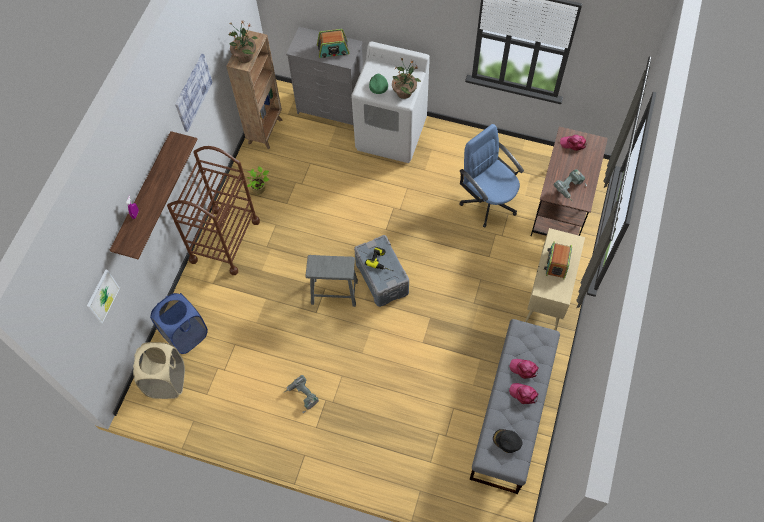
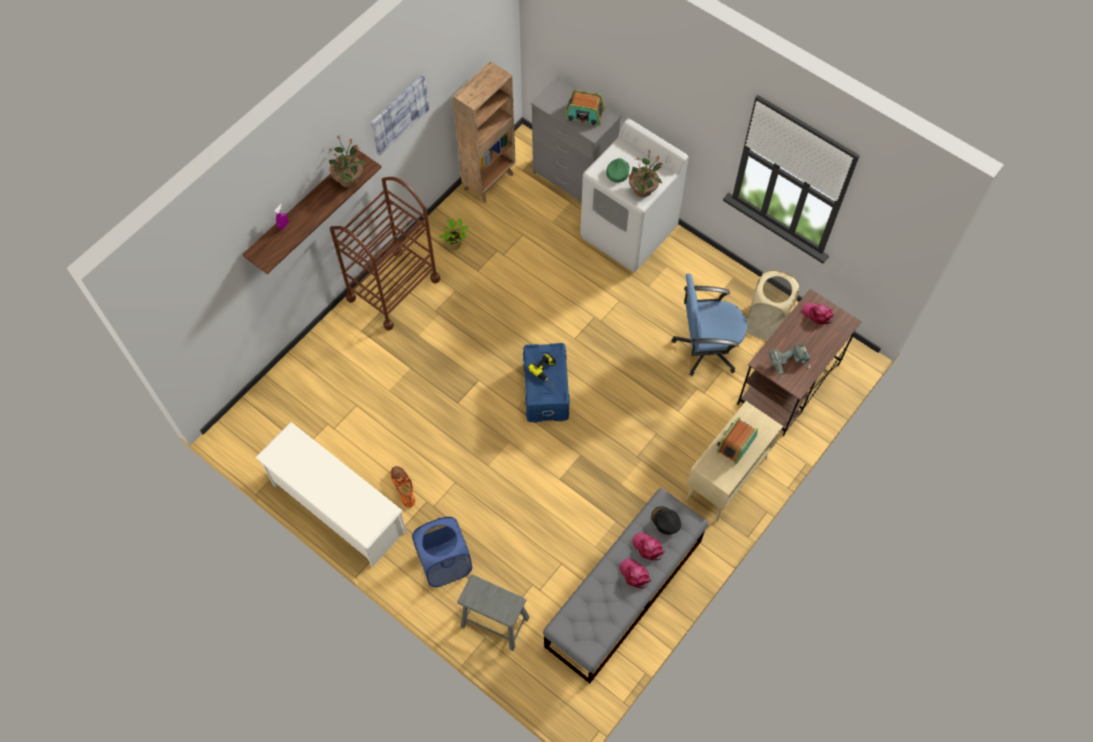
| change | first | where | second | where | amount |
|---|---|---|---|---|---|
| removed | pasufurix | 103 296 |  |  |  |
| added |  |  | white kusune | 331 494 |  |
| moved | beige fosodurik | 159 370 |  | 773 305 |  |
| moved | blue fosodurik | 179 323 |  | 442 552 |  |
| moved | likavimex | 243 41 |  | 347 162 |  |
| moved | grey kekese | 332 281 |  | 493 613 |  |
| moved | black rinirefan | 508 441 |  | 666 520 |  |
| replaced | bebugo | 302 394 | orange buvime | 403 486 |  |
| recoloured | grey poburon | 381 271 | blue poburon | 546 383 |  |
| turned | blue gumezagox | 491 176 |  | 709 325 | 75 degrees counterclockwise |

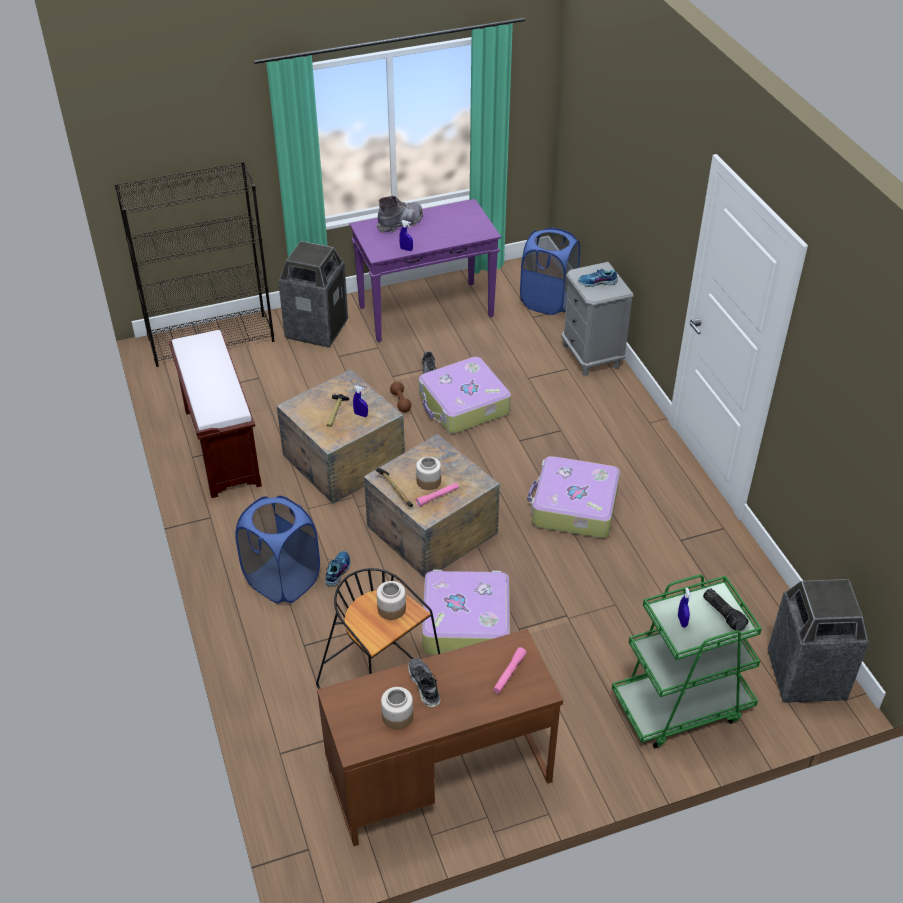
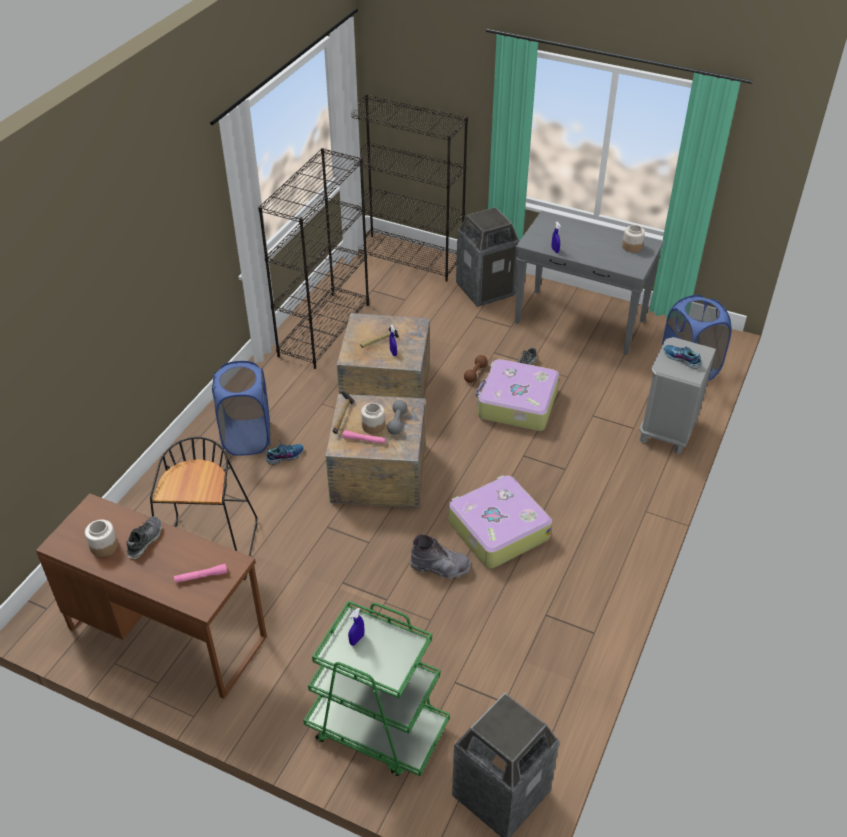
| change | first | where | second | where | amount |
|---|---|---|---|---|---|
| removed | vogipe | 466 612 |  |  |  |
| removed | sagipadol | 726 609 |  |  |  |
| added |  |  | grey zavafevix | 397 417 |  |
| moved | grey buvime | 400 214 |  | 440 556 |  |
| moved | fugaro | 391 600 |  | 633 239 |  |
| replaced | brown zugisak | 215 414 | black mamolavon | 313 258 |  |
| recoloured | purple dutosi | 425 270 | grey dutosi | 589 283 |  |

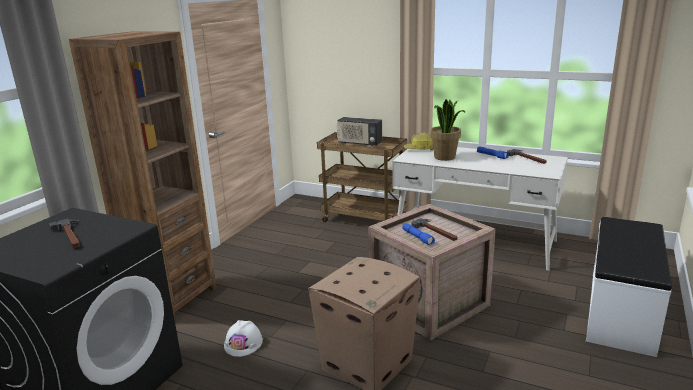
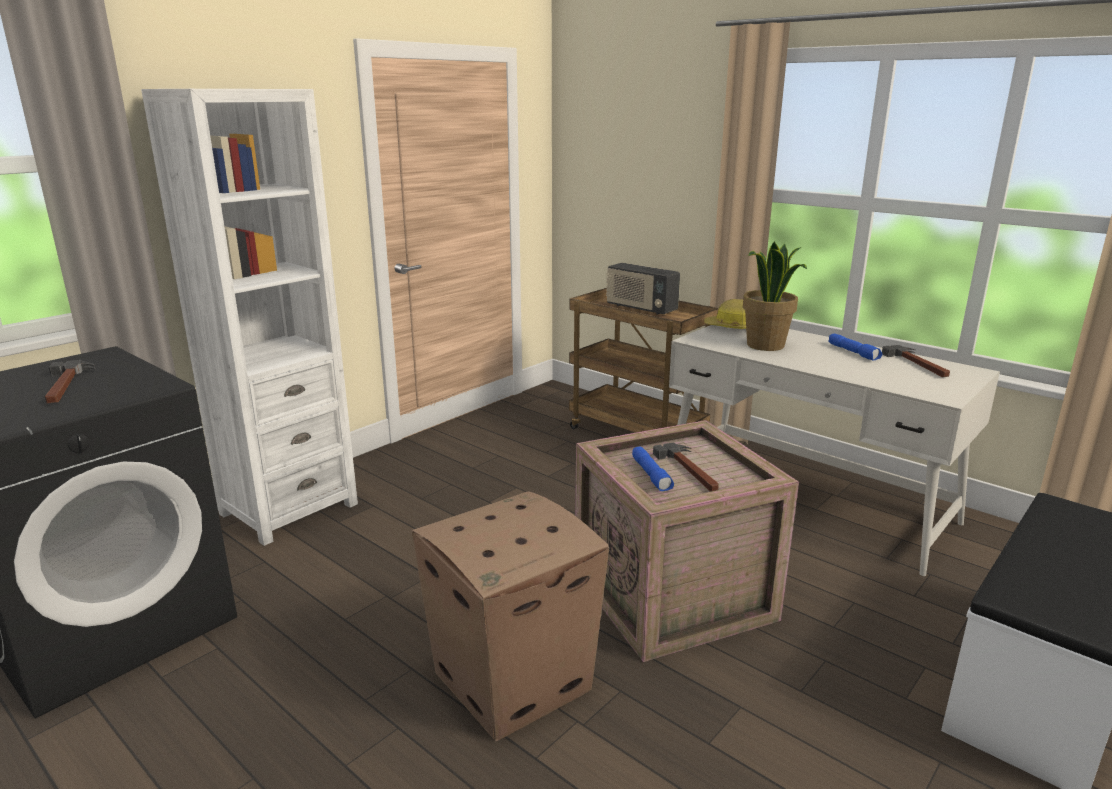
| change | first | where | second | where | amount |
|---|---|---|---|---|---|
| removed | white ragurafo | 243 338 |  |  |  |
| recoloured | brown mamolavon | 143 175 | white mamolavon | 249 317 |  |

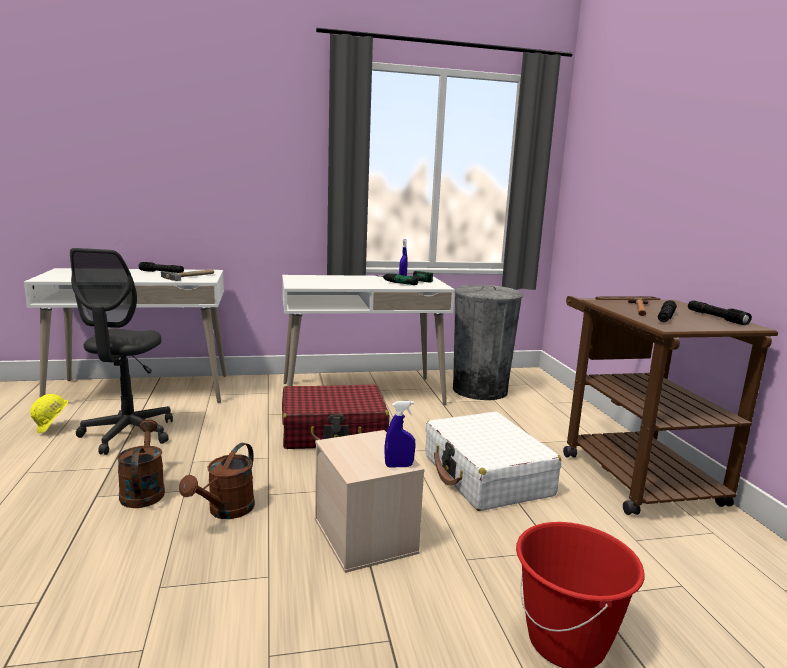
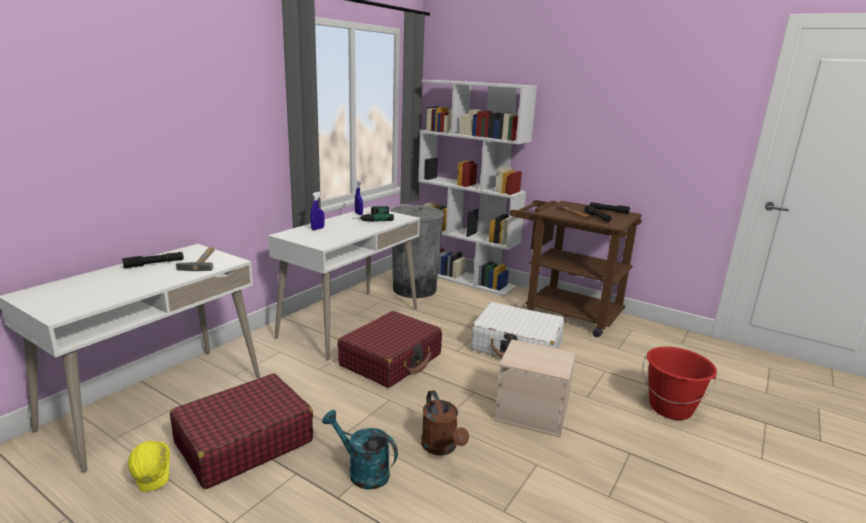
| change | first | where | second | where | amount |
|---|---|---|---|---|---|
| added |  |  | white mamolavon | 477 188 |  |
| moved | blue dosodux | 400 434 |  | 317 210 |  |
| replaced | grey gumezagox | 121 351 | red vogipe | 241 431 |  |
| recoloured | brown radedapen | 141 463 | turquoise radedapen | 360 450 |  |

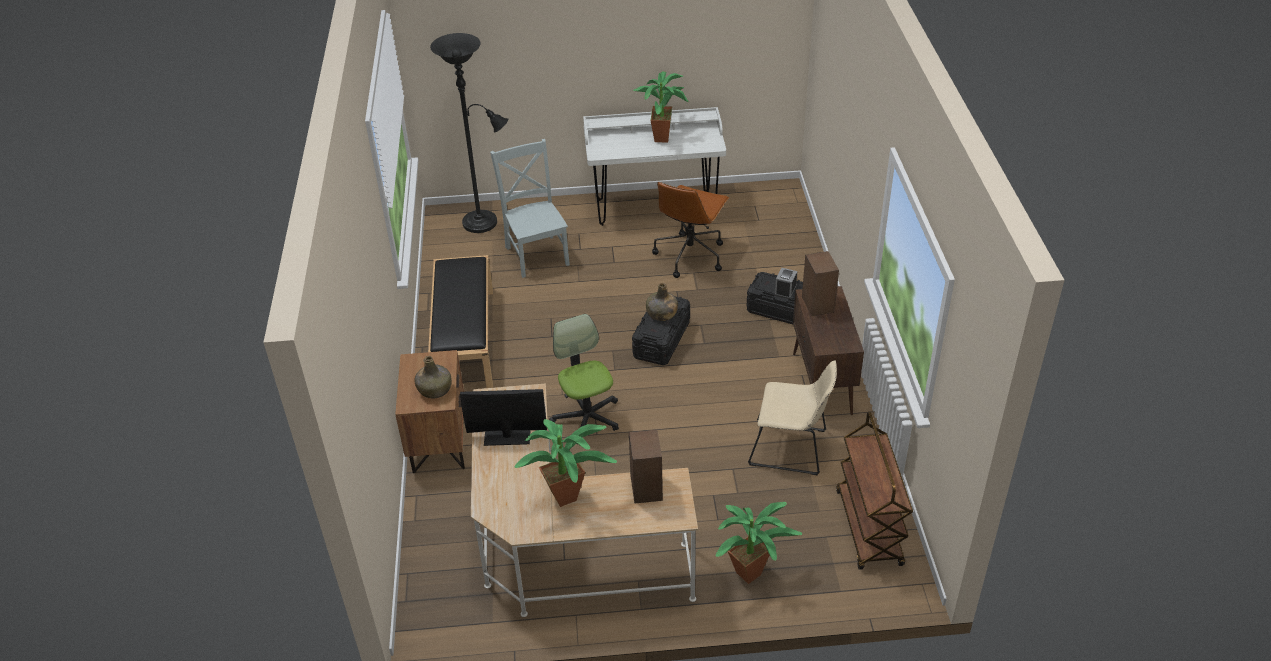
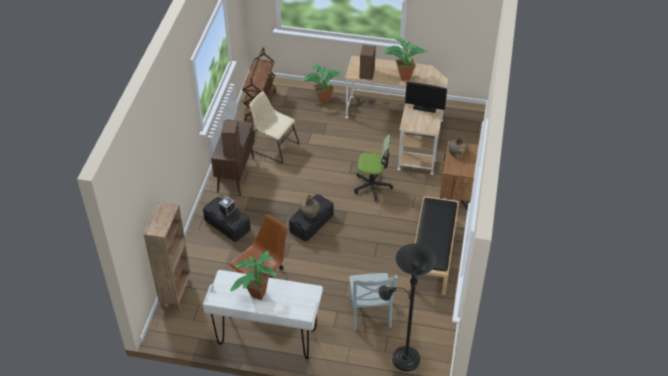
| change | first | where | second | where | amount |
|---|---|---|---|---|---|
| added |  |  | brown mamolavon | 167 255 |  |
| turned | gumezagox | 584 372 |  | 373 168 | 75 degrees counterclockwise |

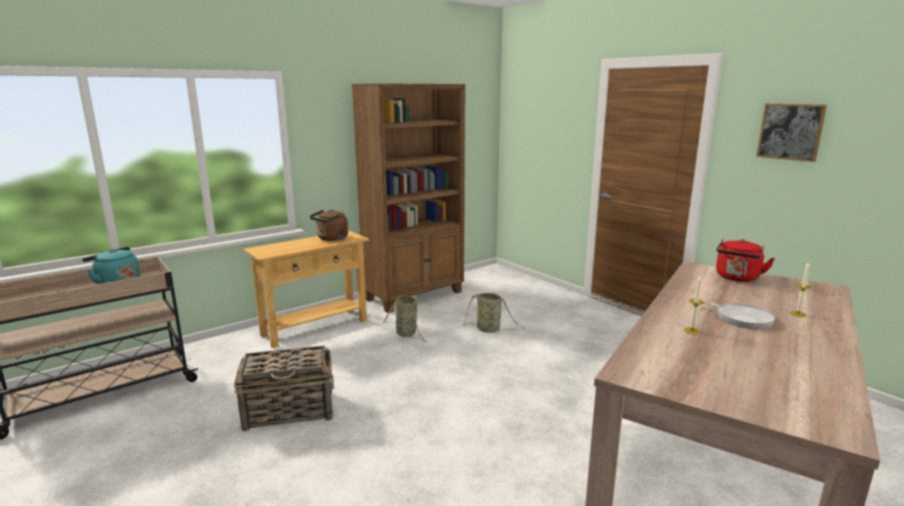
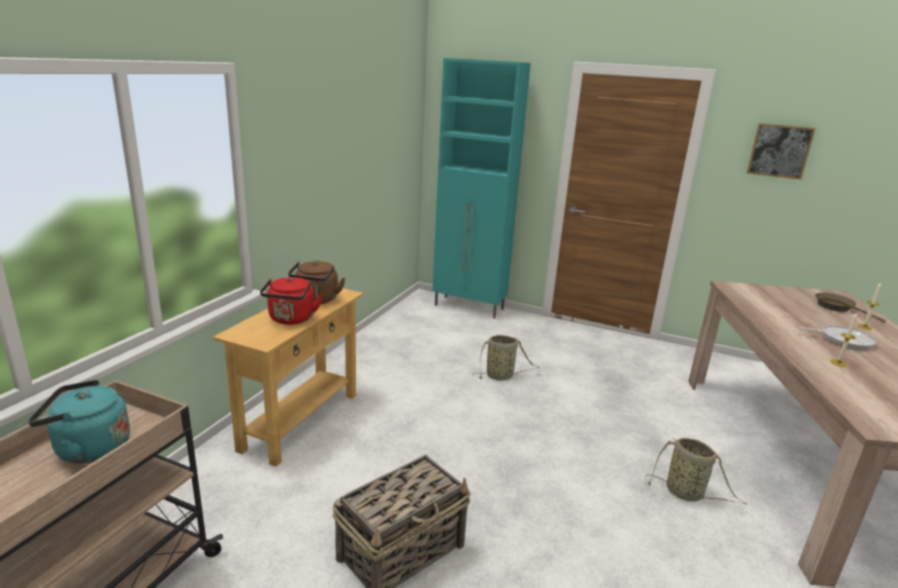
| change | first | where | second | where | amount |
|---|---|---|---|---|---|
| removed | brown mamolavon | 408 198 |  |  |  |
| added |  |  | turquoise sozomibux | 481 188 |  |
| added |  |  | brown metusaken | 850 307 |  |
| moved | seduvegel | 405 318 |  | 696 471 |  |
| moved | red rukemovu | 745 260 |  | 291 301 |  |

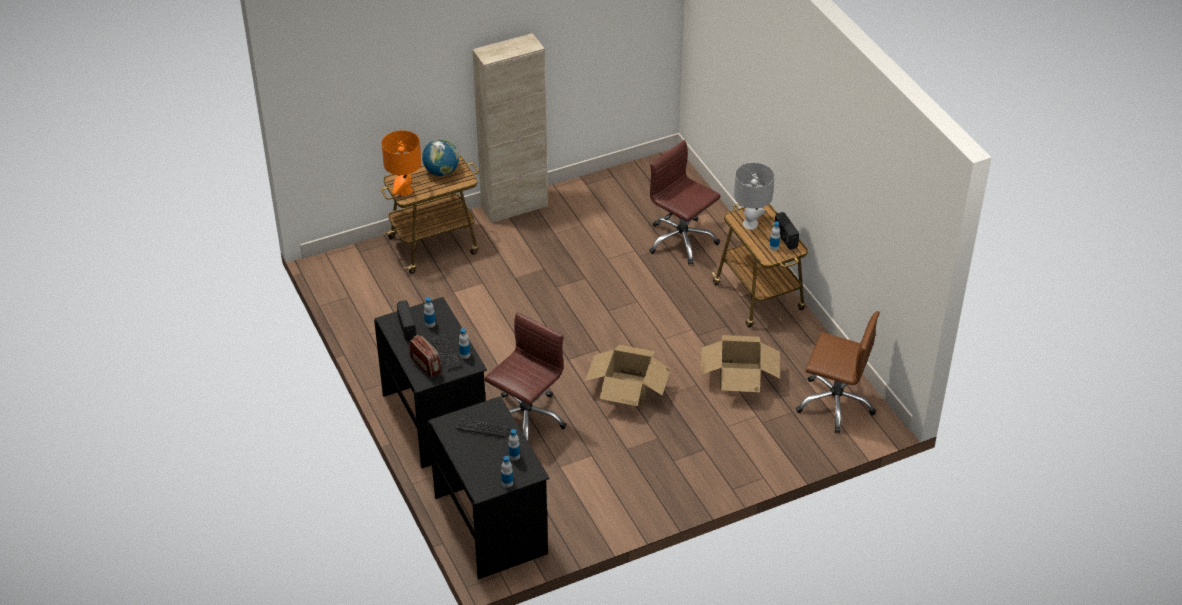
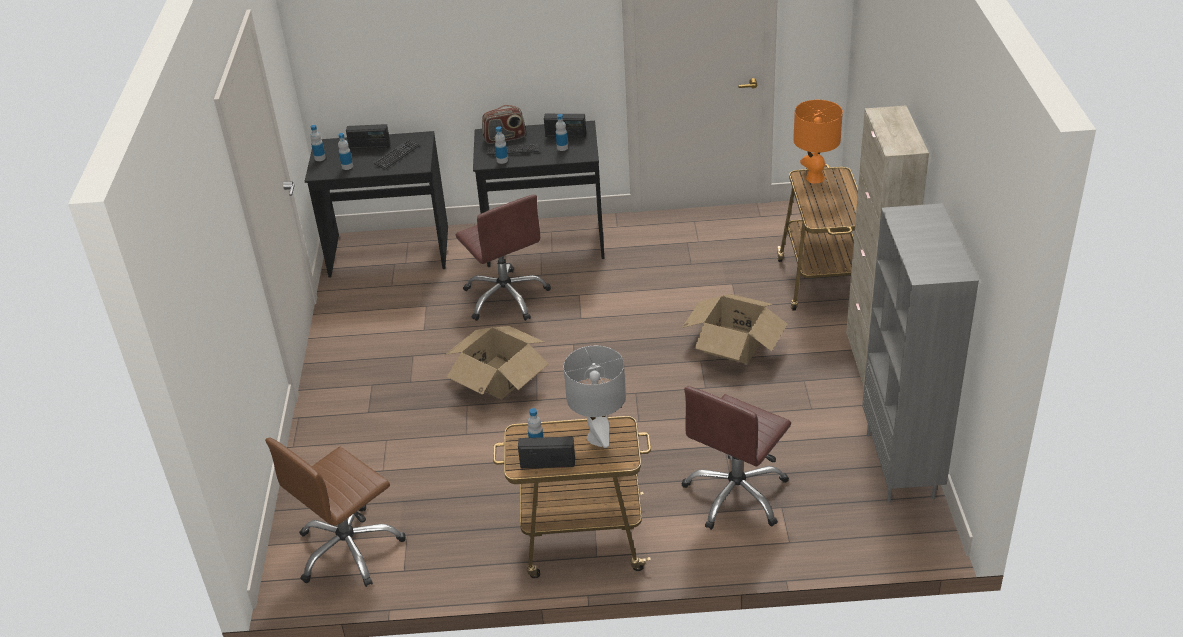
| change | first | where | second | where | amount |
|---|---|---|---|---|---|
| removed | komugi | 440 157 |  |  |  |
| added |  |  | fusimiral | 368 136 |  |
| added |  |  | grey mamolavon | 920 353 |  |
| moved | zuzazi | 740 363 |  | 734 329 |  |
| turned | brown gumezagox | 685 202 |  | 736 458 | 150 degrees clockwise |

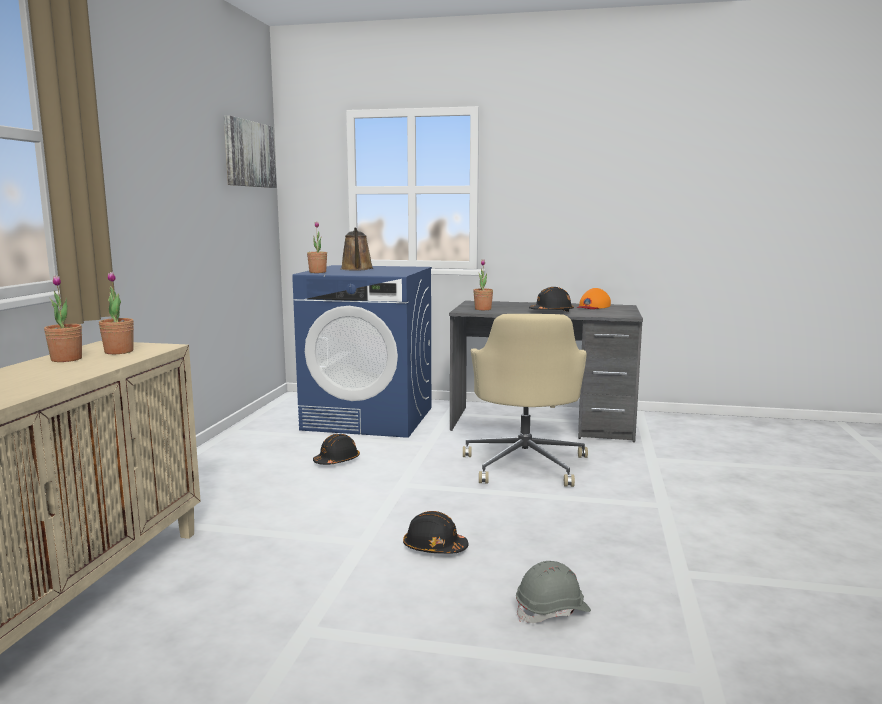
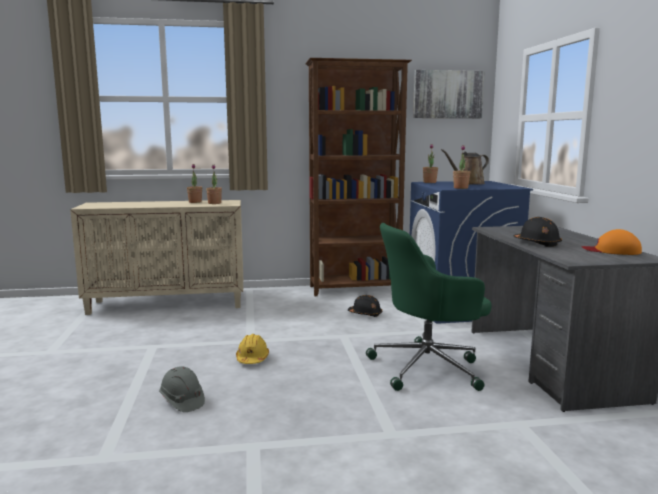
| change | first | where | second | where | amount |
|---|---|---|---|---|---|
| added |  |  | brown mamolavon | 358 177 |  |
| moved | likavimex | 483 284 |  | 461 167 |  |
| recoloured | black ragurafo | 436 532 | yellow ragurafo | 252 349 |  |
| recoloured | beige gumezagox | 525 400 | green gumezagox | 429 307 |  |

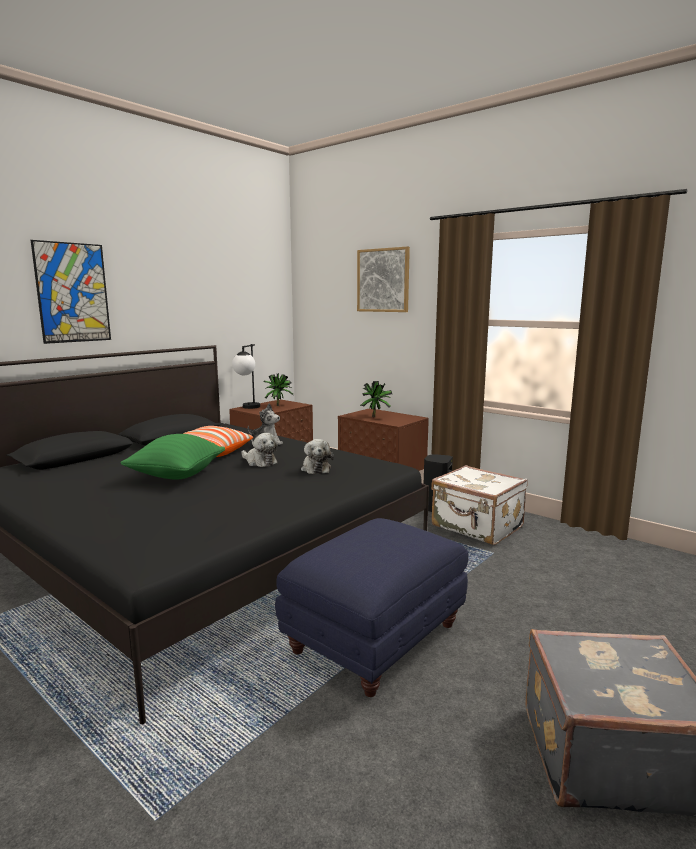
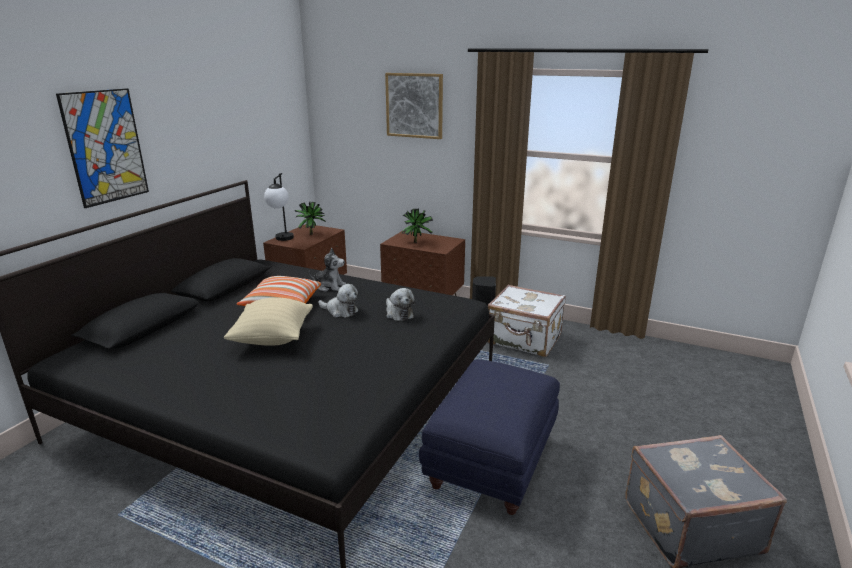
| change | first | where | second | where | amount |
|---|---|---|---|---|---|
| recoloured | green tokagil | 172 457 | beige tokagil | 268 321 |  |

